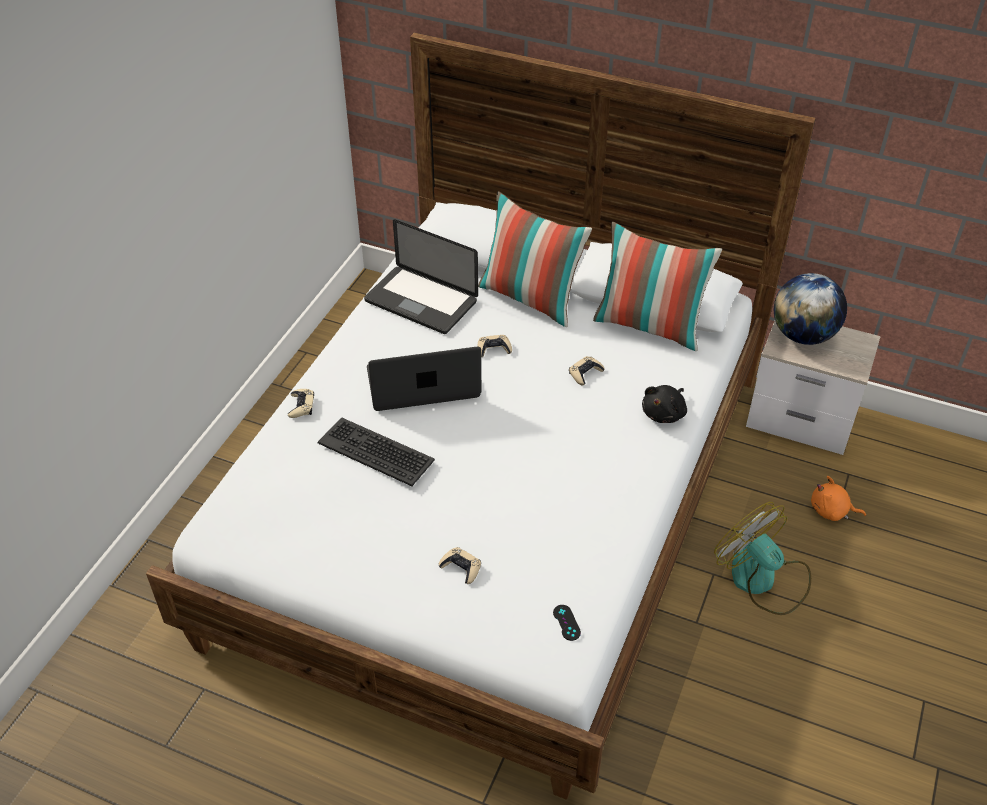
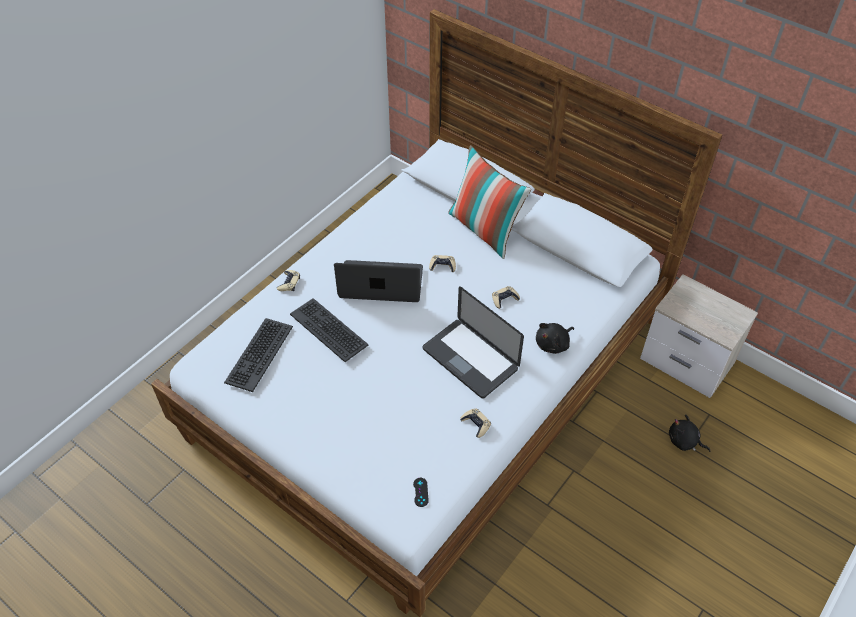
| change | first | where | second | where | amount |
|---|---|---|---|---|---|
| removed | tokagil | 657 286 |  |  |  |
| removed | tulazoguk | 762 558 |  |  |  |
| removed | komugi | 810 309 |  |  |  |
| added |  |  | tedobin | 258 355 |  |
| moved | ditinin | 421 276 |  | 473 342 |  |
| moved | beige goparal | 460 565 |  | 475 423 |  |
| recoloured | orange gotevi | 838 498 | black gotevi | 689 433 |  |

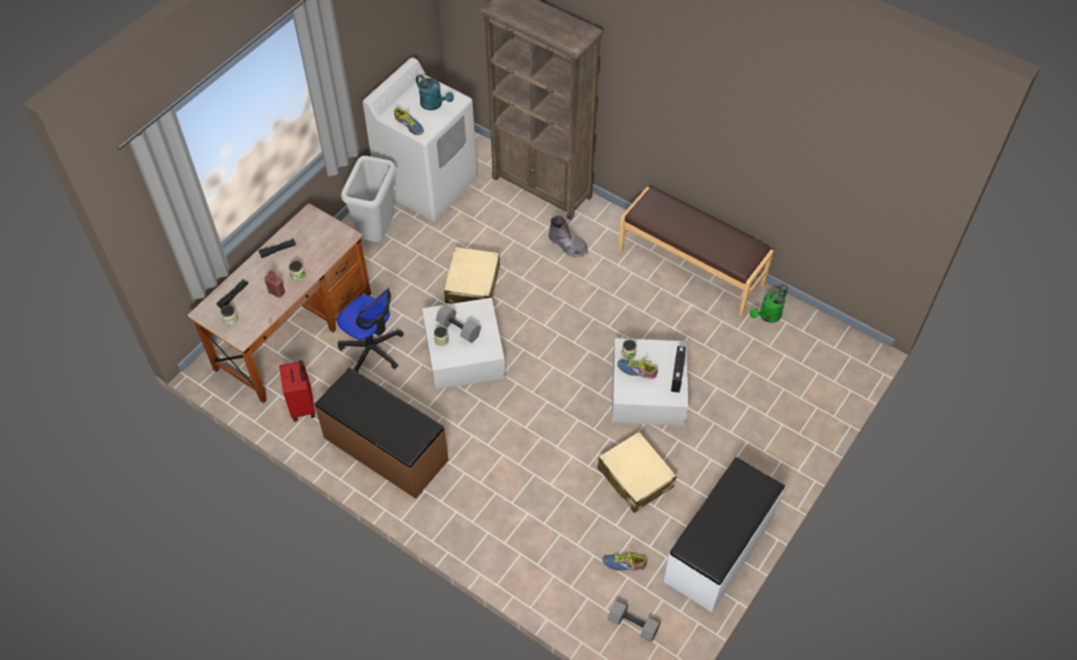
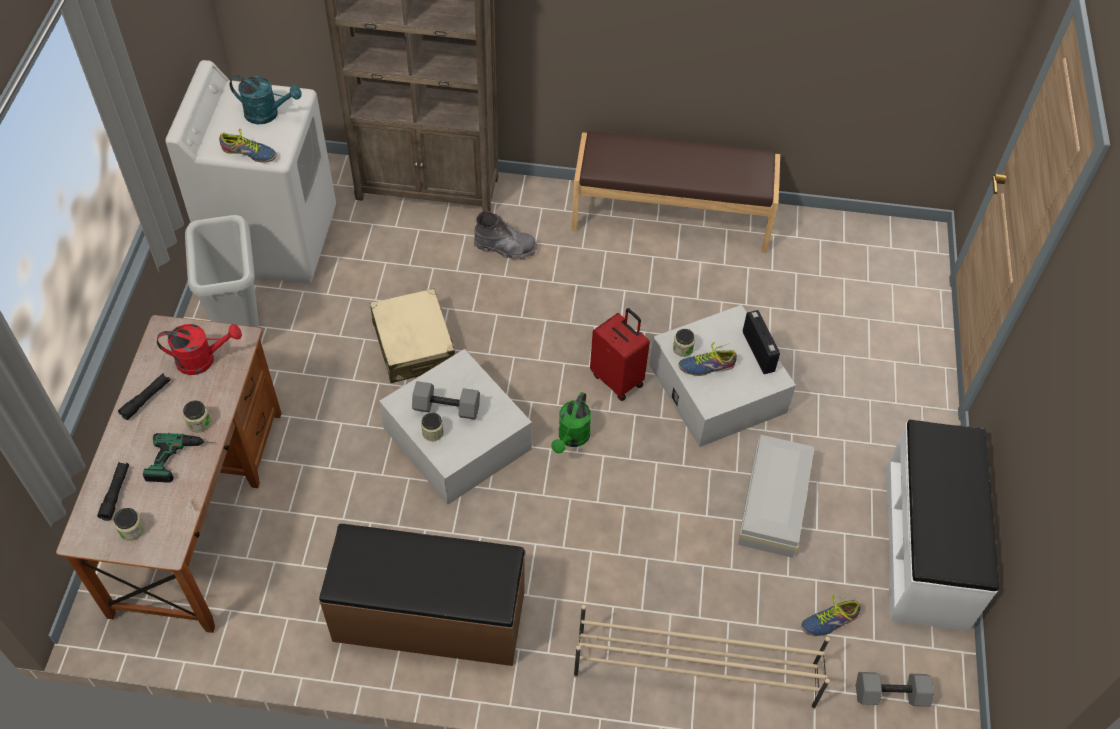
| change | first | where | second | where | amount |
|---|---|---|---|---|---|
| removed | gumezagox | 370 330 |  |  |  |
| added |  |  | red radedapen | 199 349 |  |
| added |  |  | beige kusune | 701 657 |  |
| moved | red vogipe | 297 390 |  | 620 354 |  |
| moved | green radedapen | 768 305 |  | 571 422 |  |
| replaced | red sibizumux | 275 284 | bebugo | 179 458 |  |
| replaced | beige vogipe | 637 472 | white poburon | 776 496 |  |

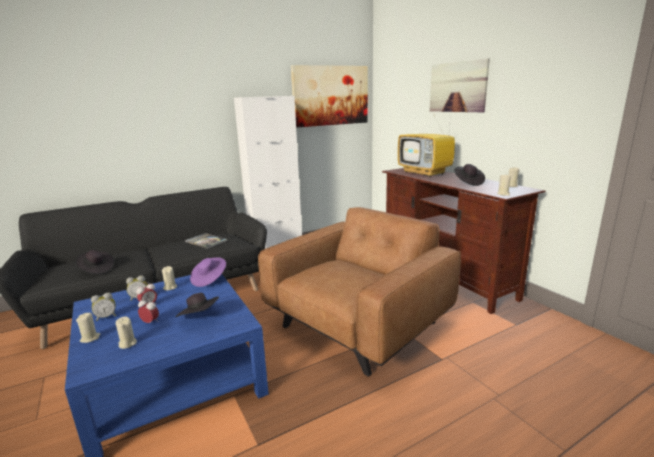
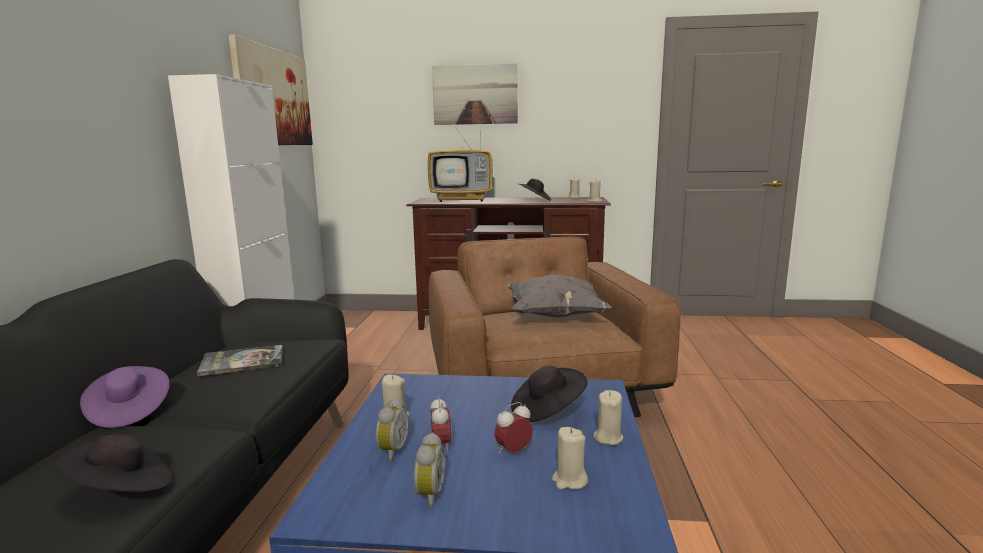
| change | first | where | second | where | amount |
|---|---|---|---|---|---|
| added |  |  | grey tokagil | 559 296 |  |
| moved | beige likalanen | 88 328 |  | 608 417 |  |
| moved | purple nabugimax | 208 272 |  | 125 397 |  |

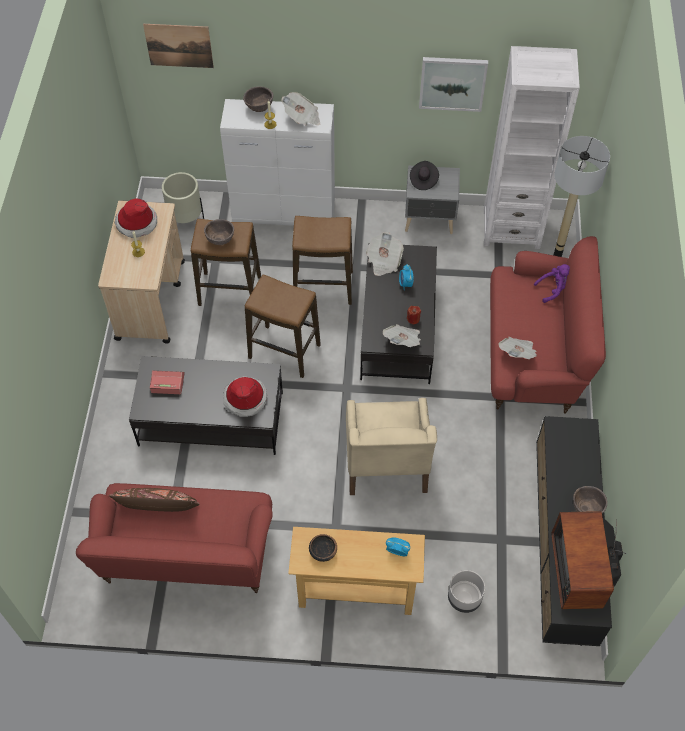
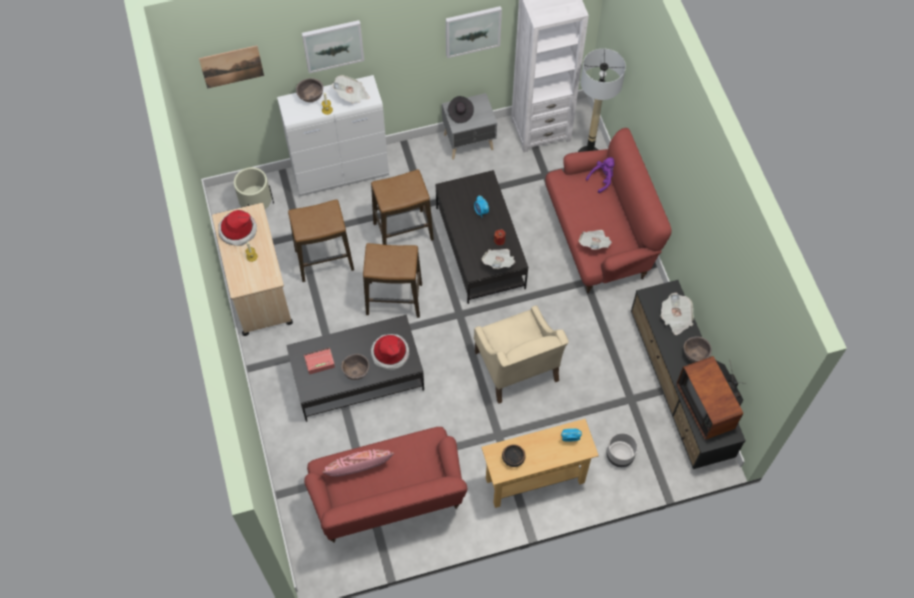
| change | first | where | second | where | amount |
|---|---|---|---|---|---|
| added |  |  | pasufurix | 333 46 |  |
| moved | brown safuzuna | 219 232 |  | 355 367 |  |
| moved | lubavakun | 385 254 |  | 677 314 |  |
| recoloured | brown tokagil | 154 500 | pink tokagil | 358 463 |  |

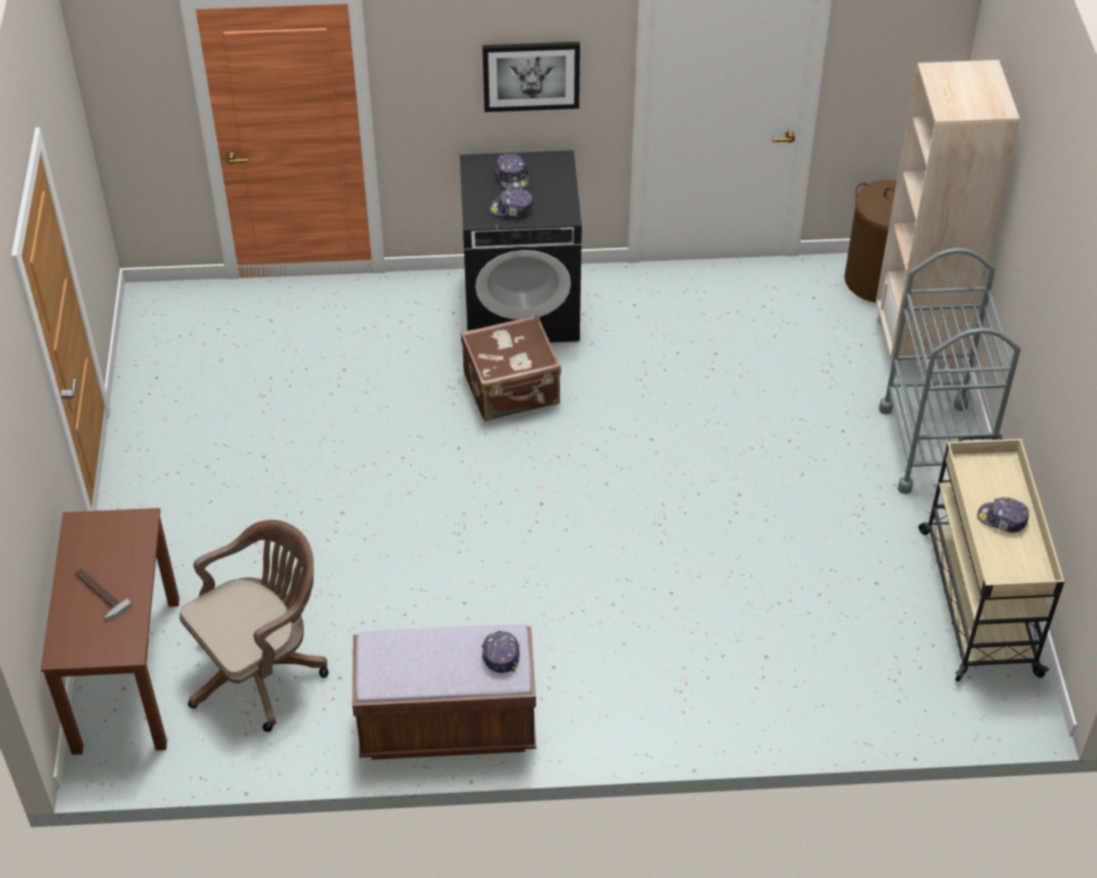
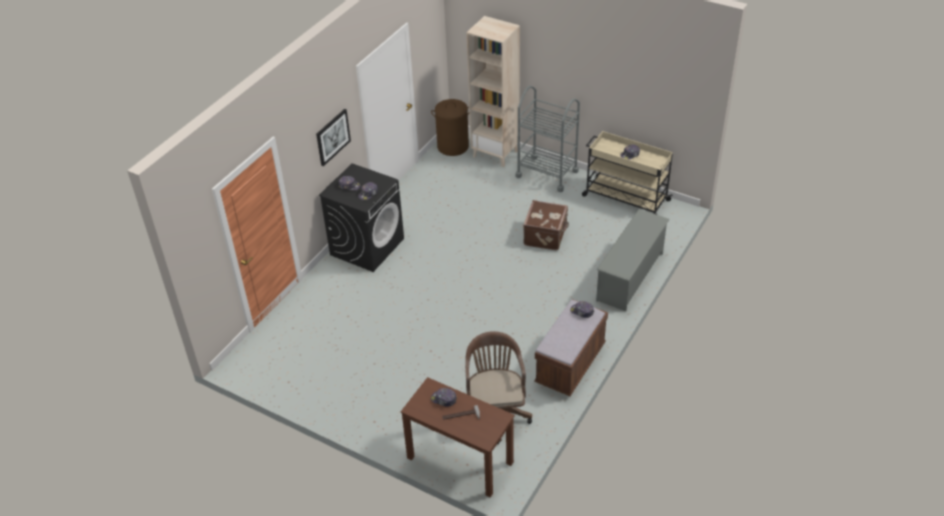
| change | first | where | second | where | amount |
|---|---|---|---|---|---|
| added |  |  | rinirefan | 444 397 |  |
| added |  |  | grey kusune | 633 260 |  |
| moved | brown vogipe | 511 368 |  | 546 225 |  |

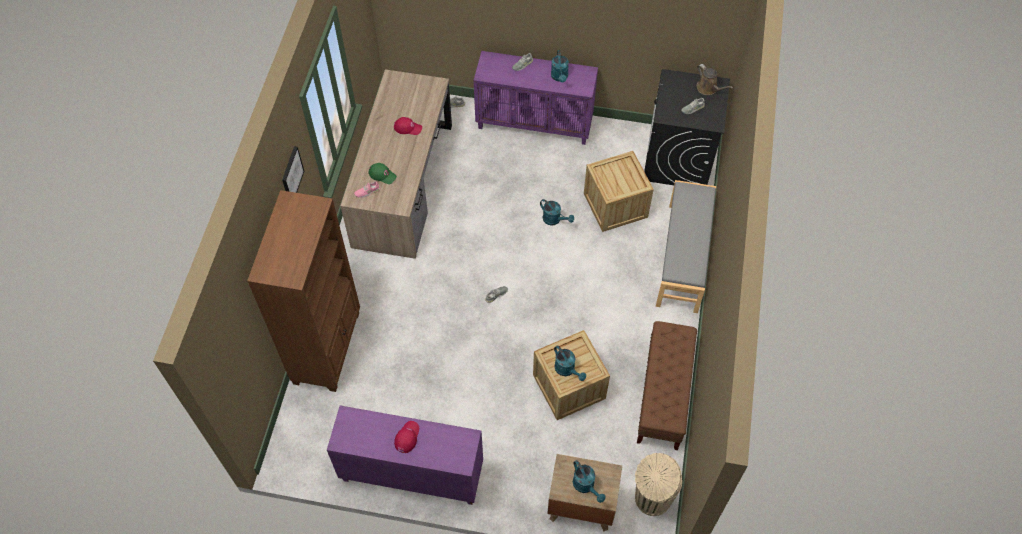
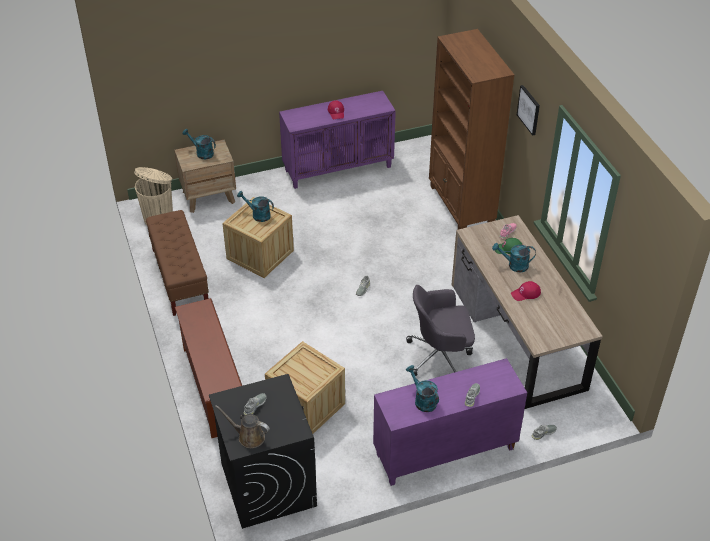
| change | first | where | second | where | amount |
|---|---|---|---|---|---|
| added |  |  | grey gumezagox | 440 330 |  |
| moved | turquoise radedapen | 557 212 |  | 514 257 |  |
| replaced | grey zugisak | 686 246 | brown kusune | 208 368 |  |

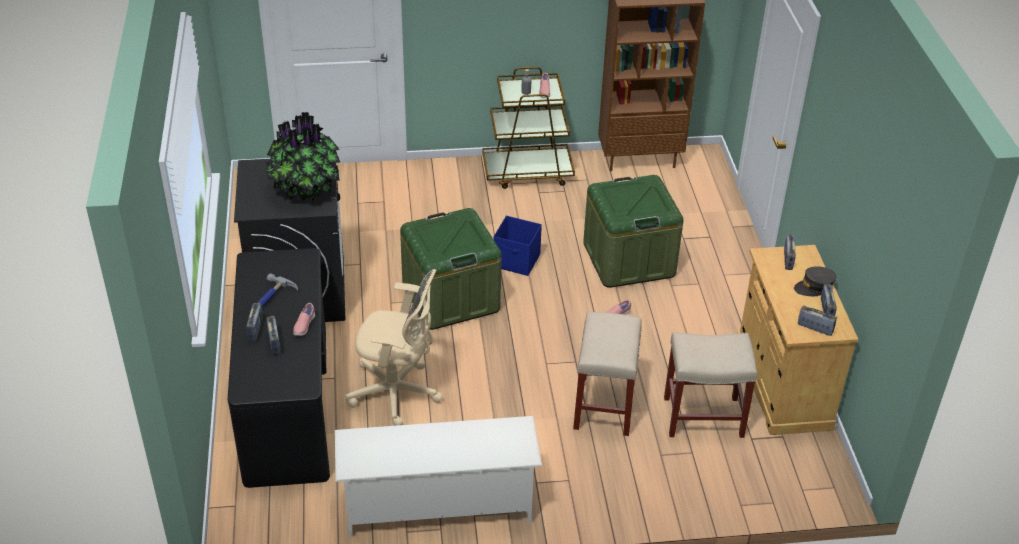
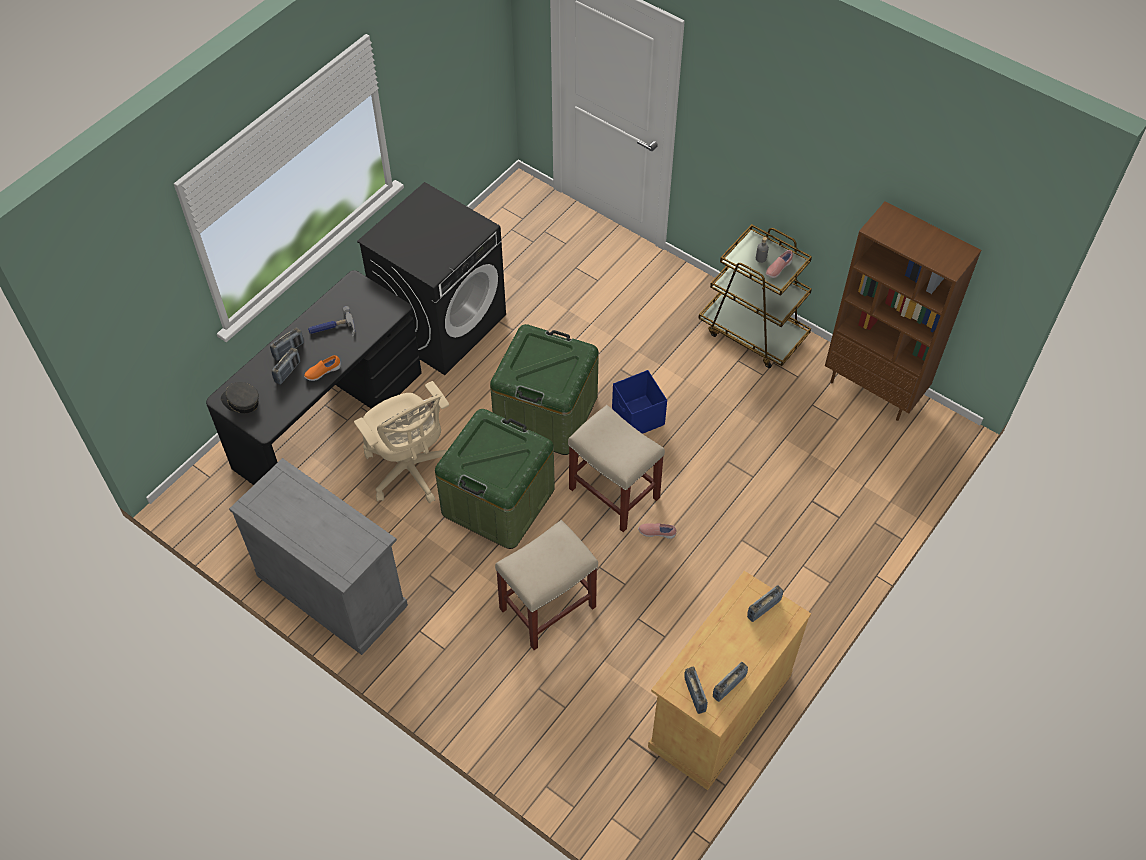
| change | first | where | second | where | amount |
|---|---|---|---|---|---|
| removed | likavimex | 303 156 |  |  |  |
| moved | green poburon | 633 231 |  | 495 479 |  |
| moved | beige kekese | 710 385 |  | 616 468 |  |
| moved | grey rinirefan | 815 281 |  | 240 397 |  |
| replaced | white kusune | 438 477 | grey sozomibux | 318 556 |  |
| recoloured | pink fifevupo | 304 319 | orange fifevupo | 322 368 |  |

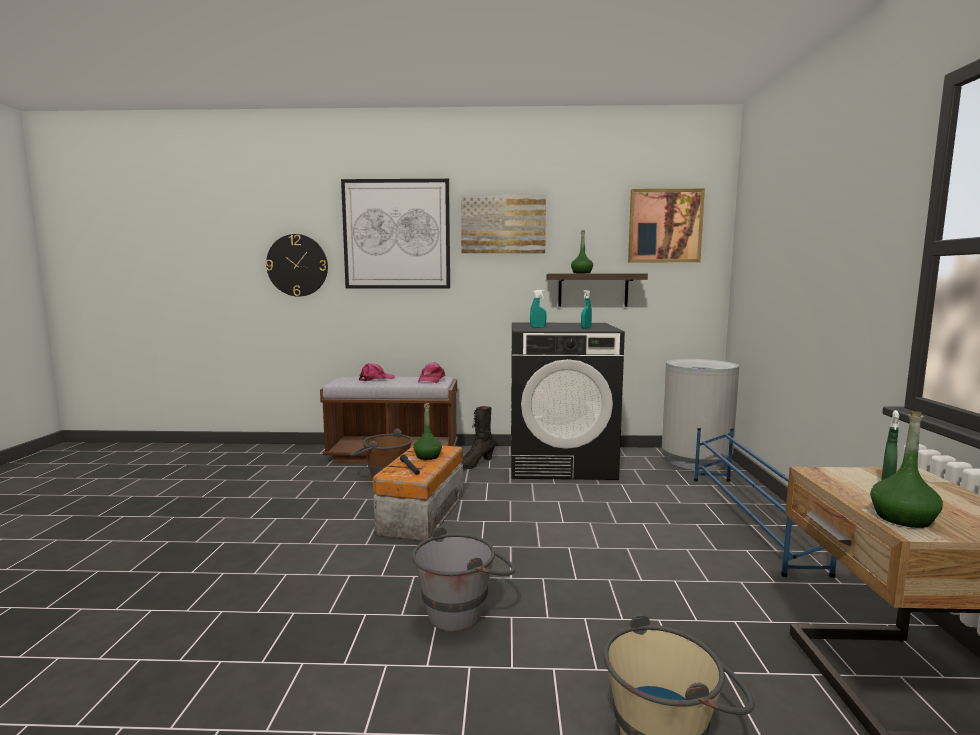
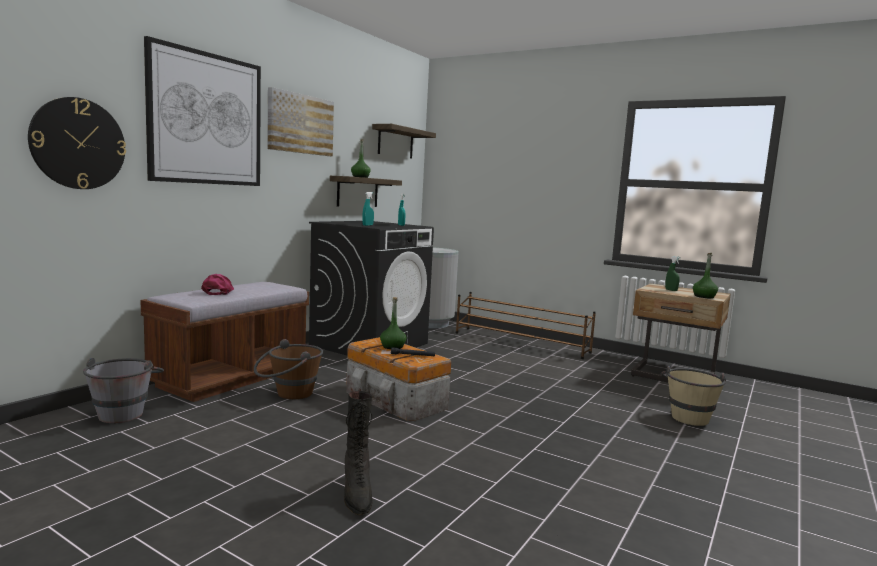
| change | first | where | second | where | amount |
|---|---|---|---|---|---|
| removed | pink rinirefan | 431 372 |  |  |  |
| moved | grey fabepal | 463 579 |  | 123 390 |  |
| moved | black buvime | 478 438 |  | 358 453 |  |
| replaced | pasufurix | 666 225 | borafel | 404 141 |  |
| recoloured | blue kusune | 765 503 | brown kusune | 526 325 |  |

